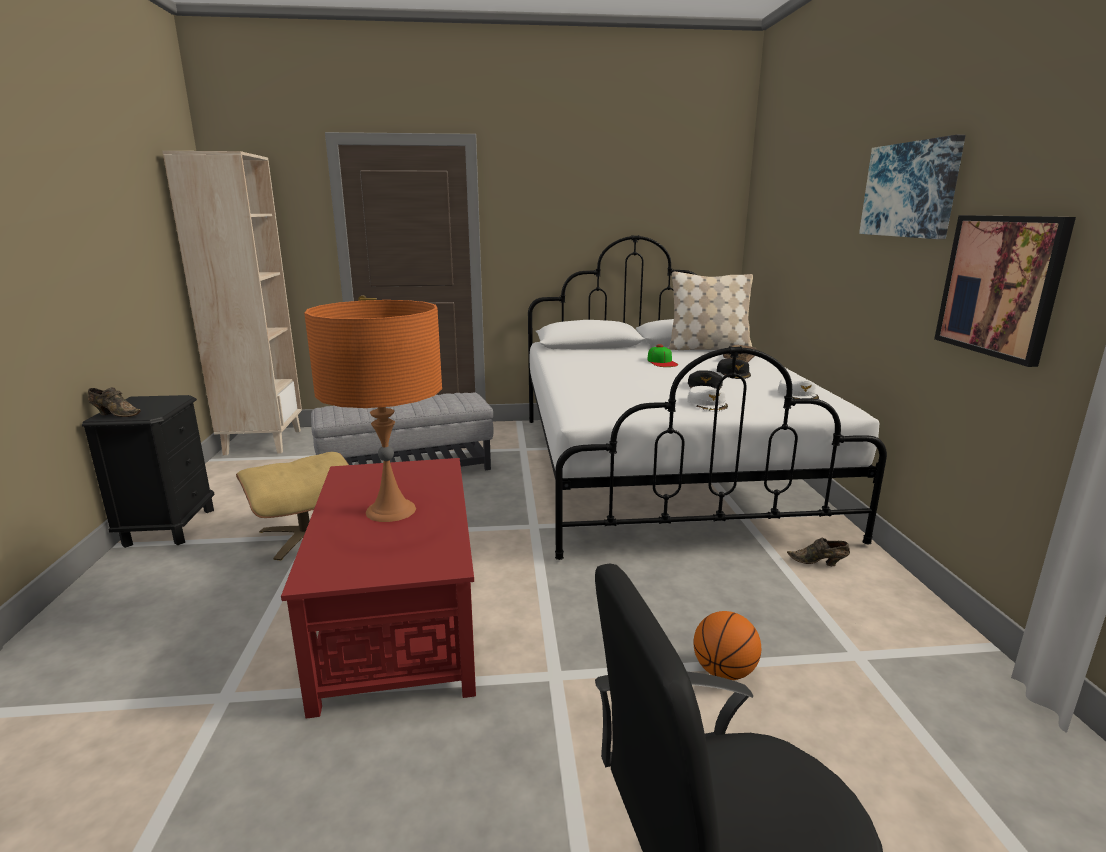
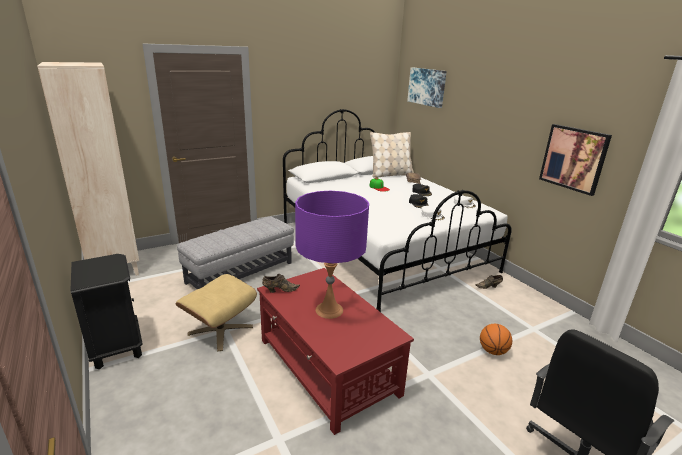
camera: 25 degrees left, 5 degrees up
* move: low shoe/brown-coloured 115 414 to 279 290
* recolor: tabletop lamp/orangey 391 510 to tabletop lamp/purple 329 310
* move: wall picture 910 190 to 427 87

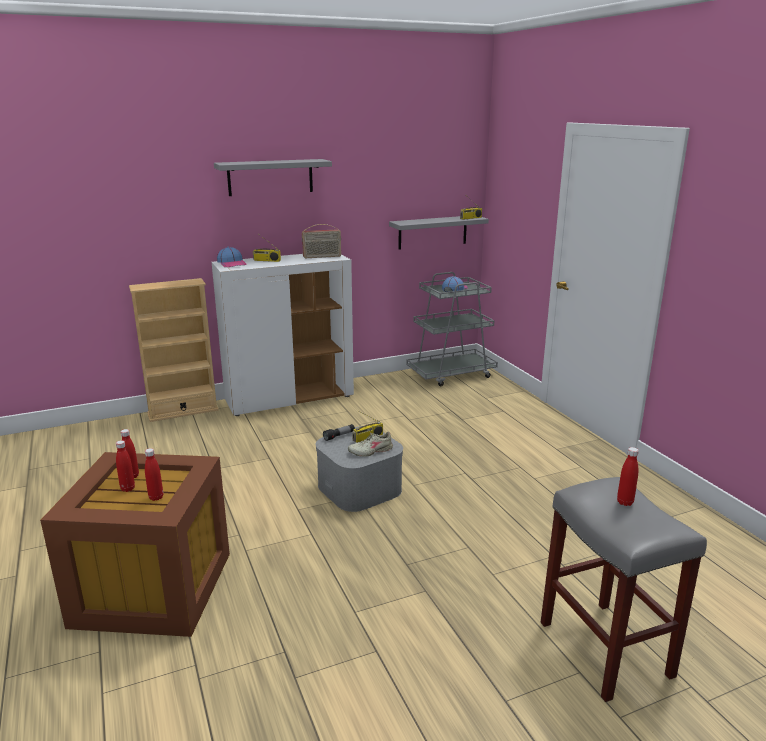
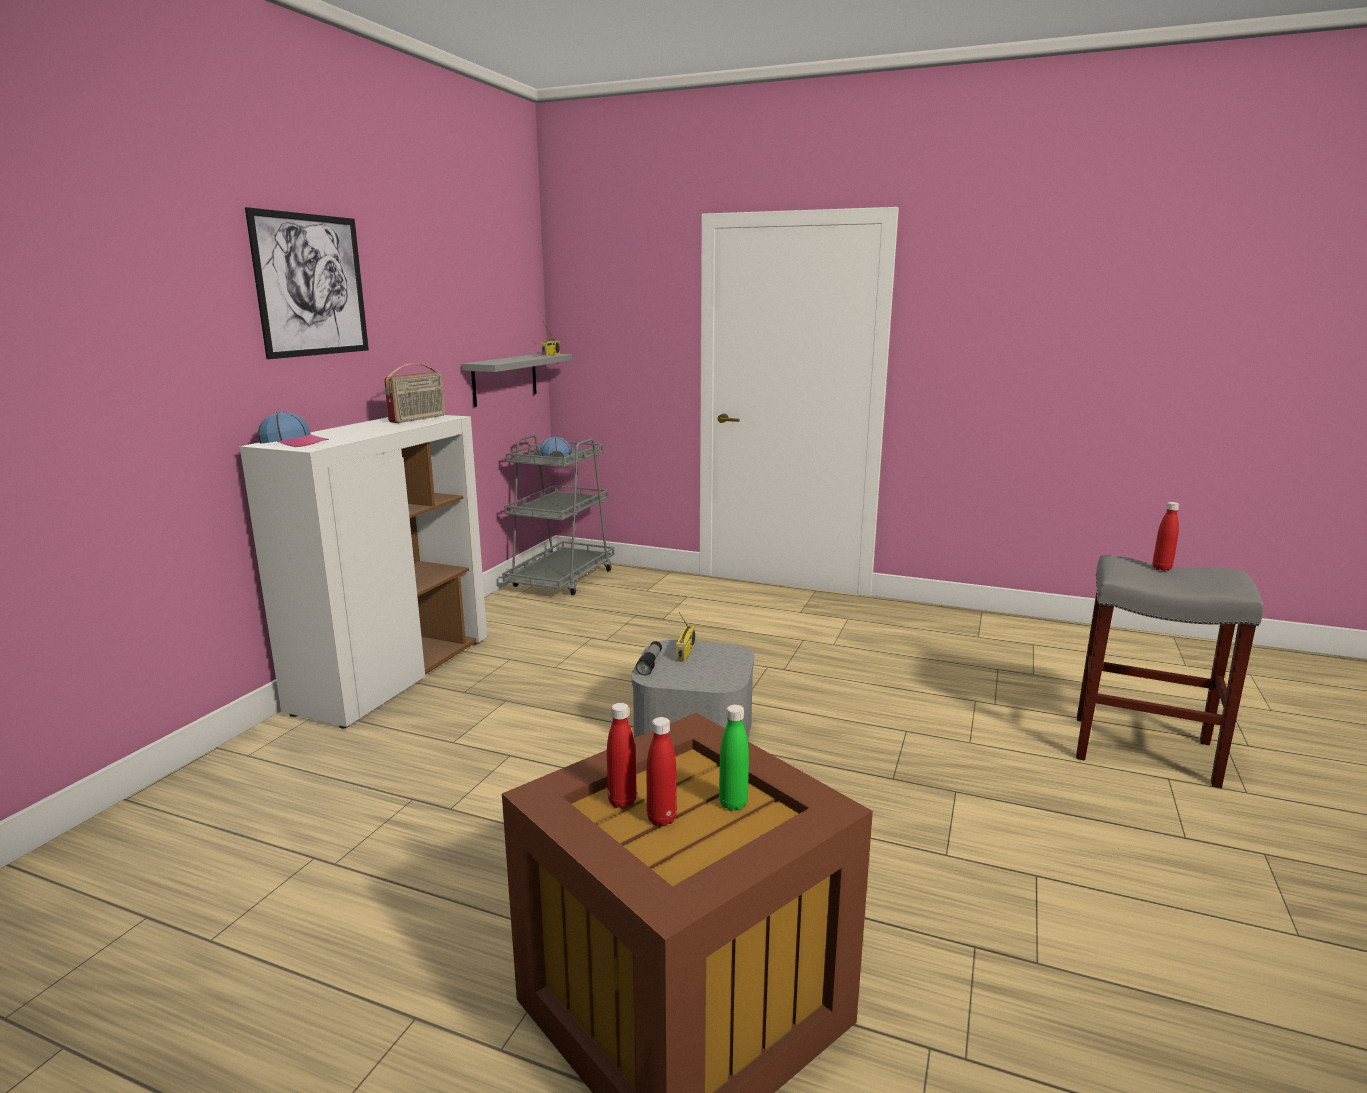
camera: 45 degrees left, 5 degrees down
* replace: wall shelf/greyish 270 177 to wall picture 311 285
* recolor: beverage bottle/reddish 156 497 to beverage bottle/green 733 804
* delete: bookcase/beige 183 411
* delete: radio set 266 260
* delete: low shoe/beige 371 451

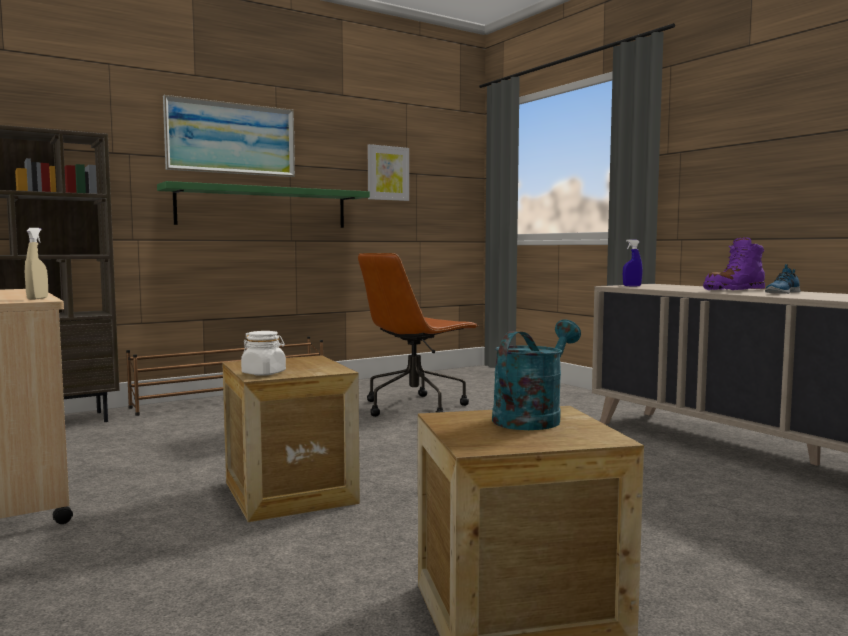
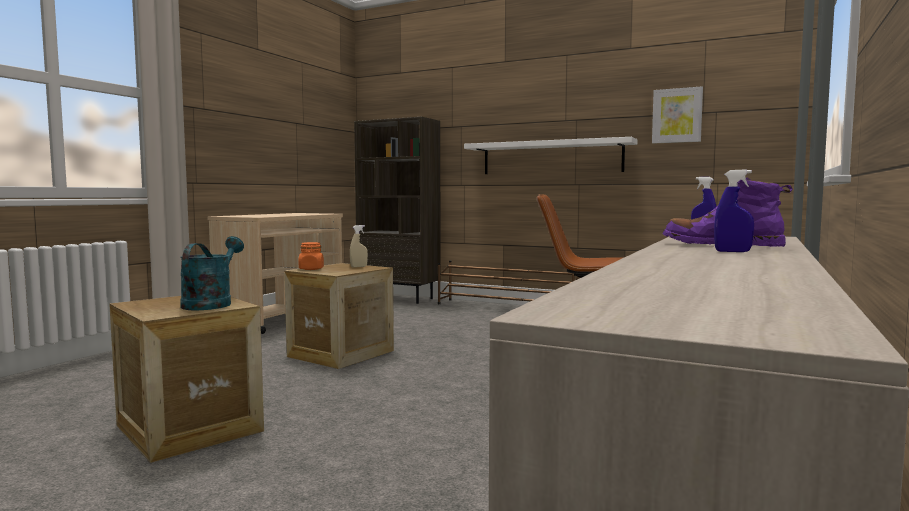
camera: 60 degrees right, 0 degrees up
* rotate: sprinkling can/blue-green 532 418 = 211 303 90 degrees counterclockwise
* recolor: preserve jar/white 264 373 to preserve jar/orangey 311 269
* move: spray bottle/beige 37 298 to 358 267
* recolor: wall shelf/green 263 207 to wall shelf/white 551 157
* replace: low shoe 781 292 to spray bottle/bluish 732 251
* delete: wall picture 231 138

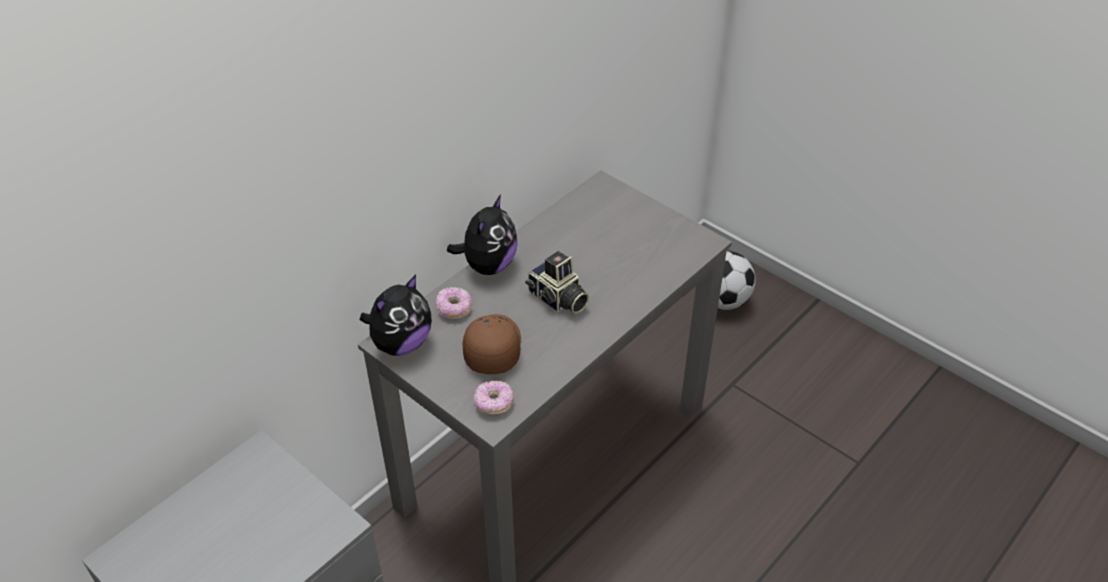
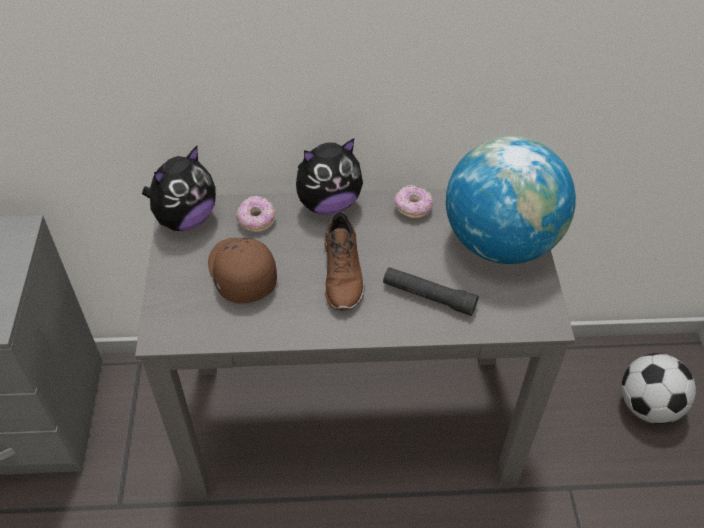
camera: 45 degrees right, 5 degrees up
* rotate: plush toy 401 343 = 185 219 45 degrees counterclockwise
* rotate: cap/brown-coloured 492 348 = 240 274 75 degrees counterclockwise
* replace: photo camera 557 299 to low shoe/brown-coloured 343 273
* insert: hand torch/black 428 296
* move: donut 494 404 to 413 208
* insert: desk globe 500 242

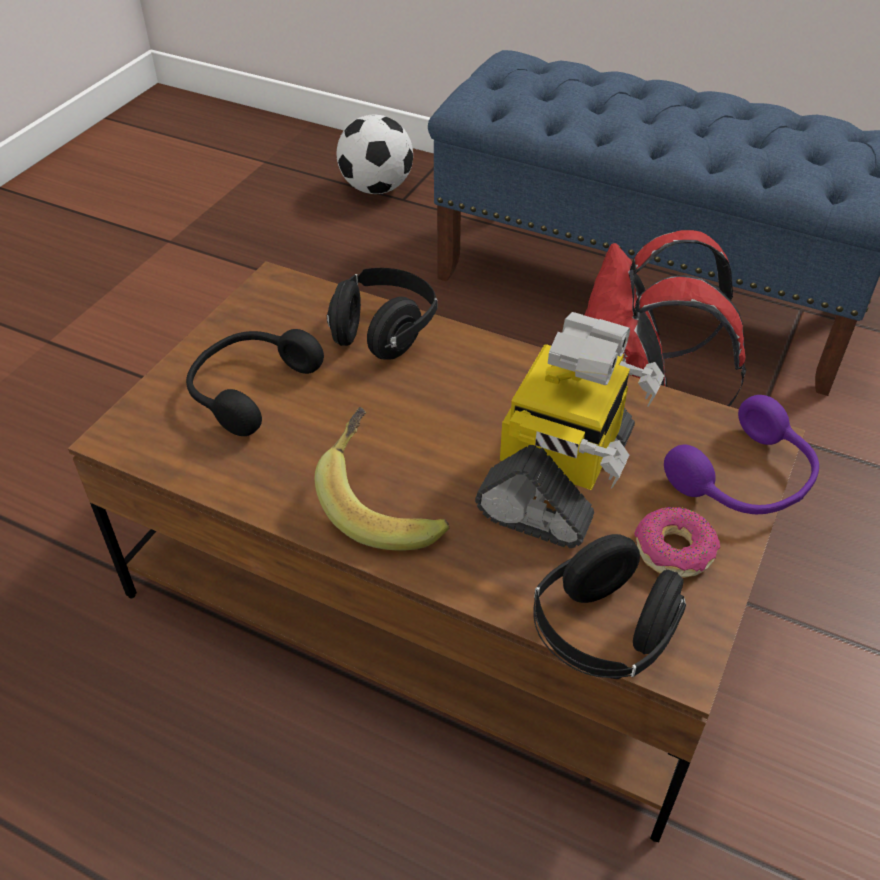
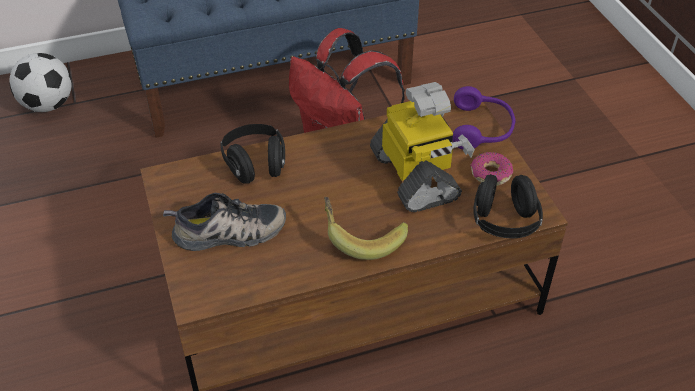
camera: 45 degrees left, 0 degrees up
* replace: headset/black 249 389 to low shoe 229 234

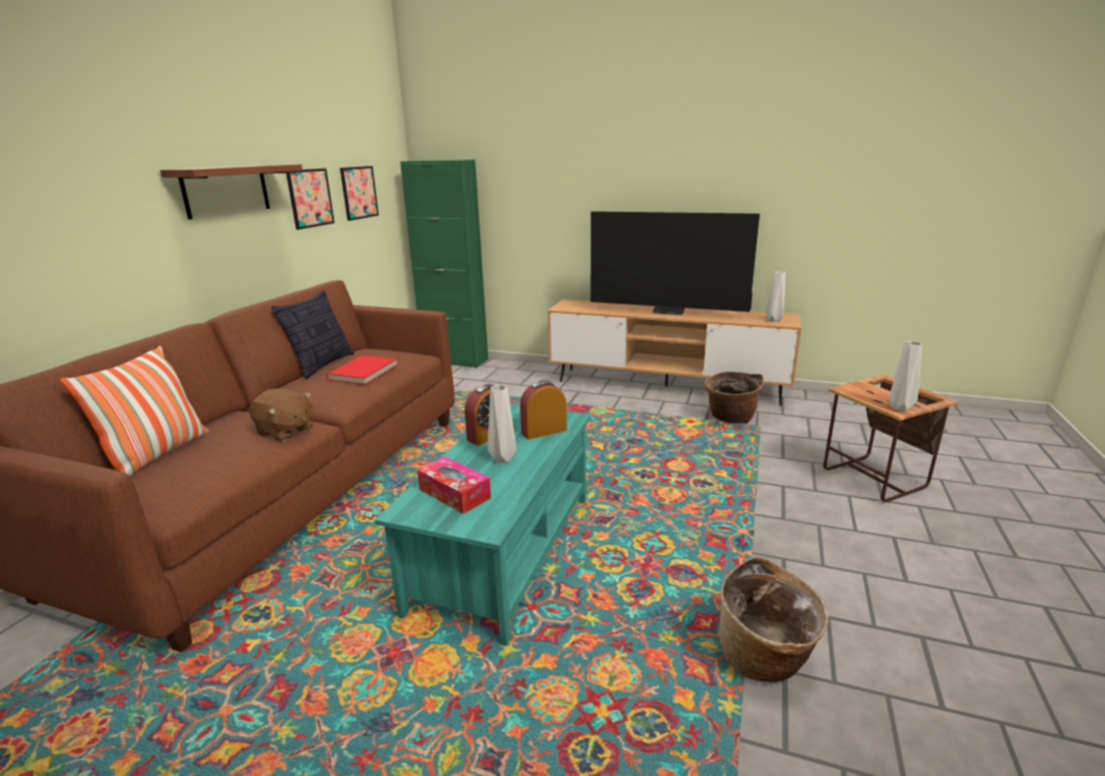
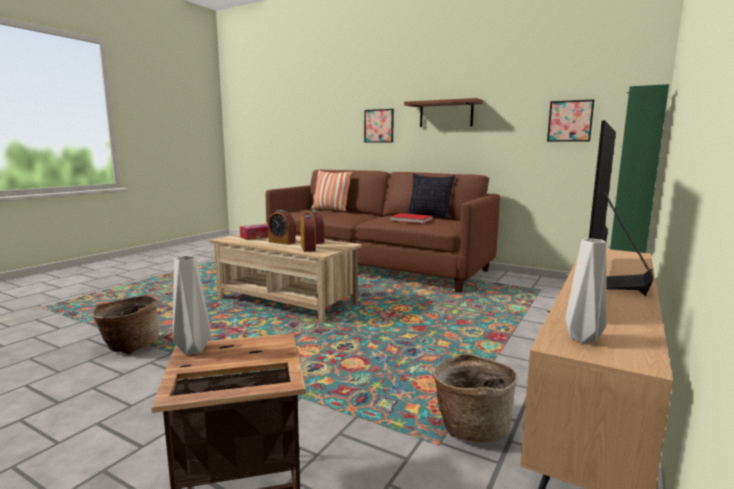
camera: 100 degrees right, 10 degrees down
* recolor: lounge table/blue-green 504 551 to lounge table/beige 287 301
* replace: vase/greyish 504 459 to alarm clock 282 242
* move: wall picture 310 198 to 379 126
* delete: plush toy/brown-coloured 285 432

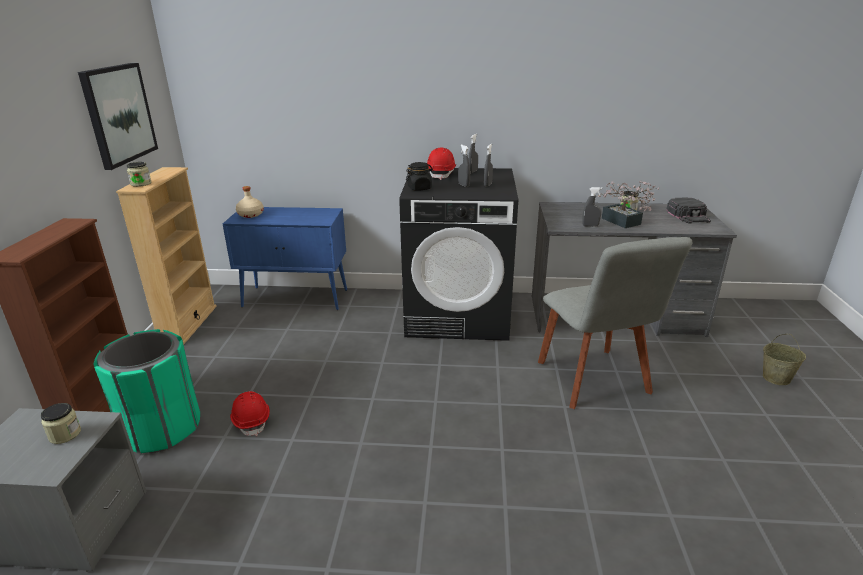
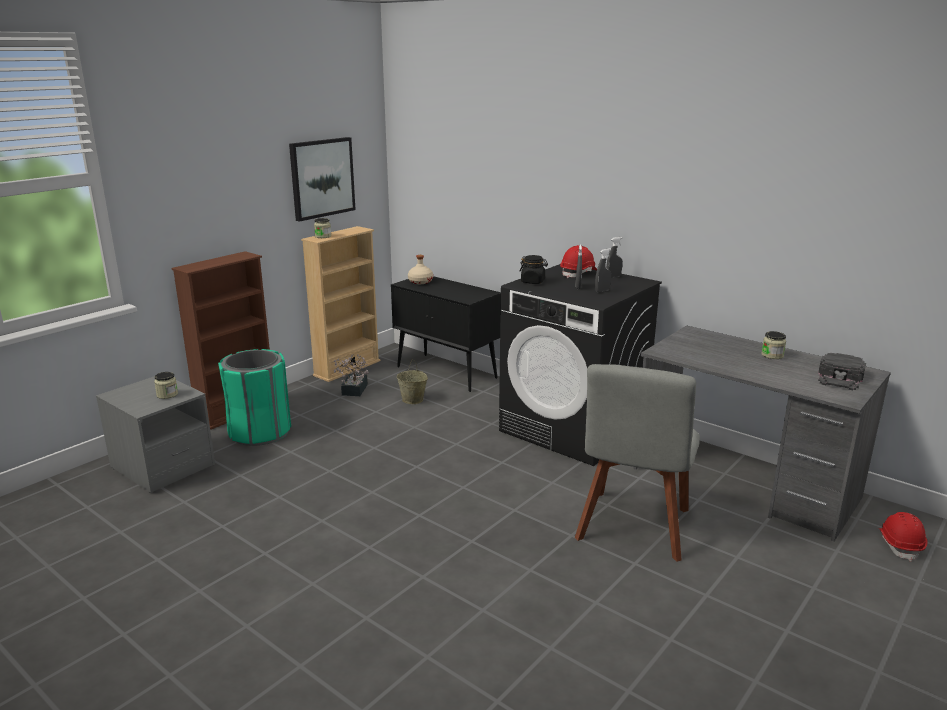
camera: 35 degrees right, 5 degrees down
* move: houseplant 624 223 to 353 391
* recolor: cupboard/bluish 296 298 to cupboard/black 447 372
* move: pail/beige 776 378 to 413 400
* move: safety helmet/reddish 252 420 to 900 544
* delete: spray bottle/greyish 590 226

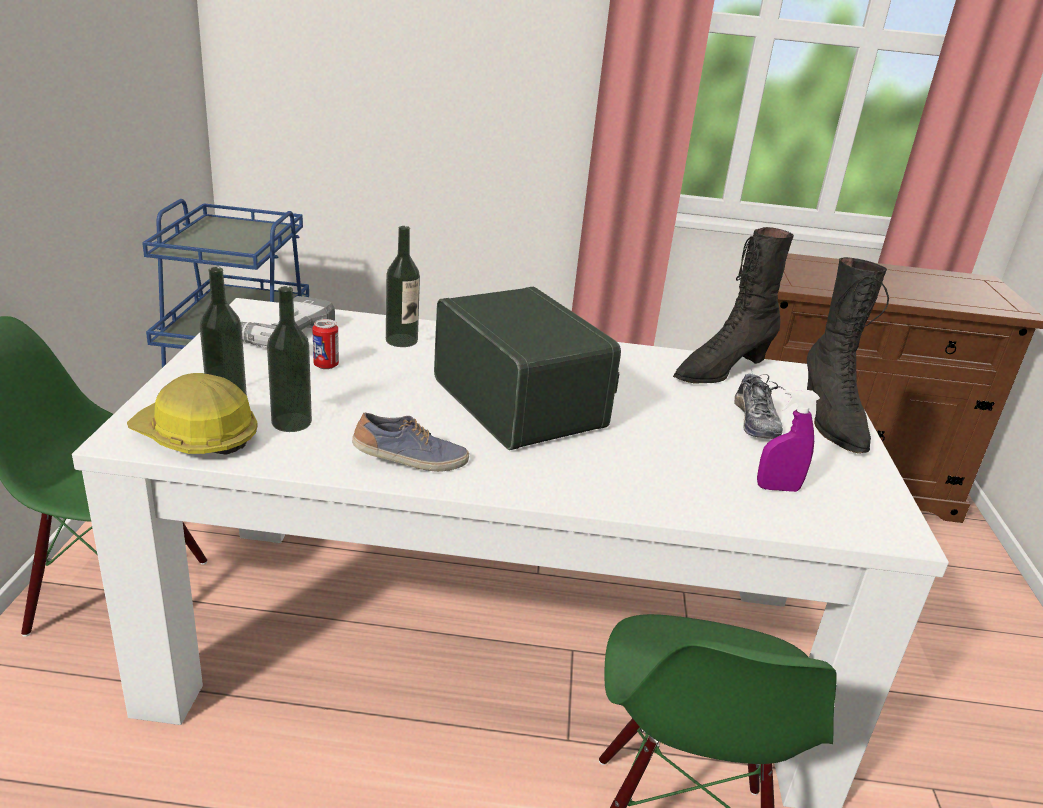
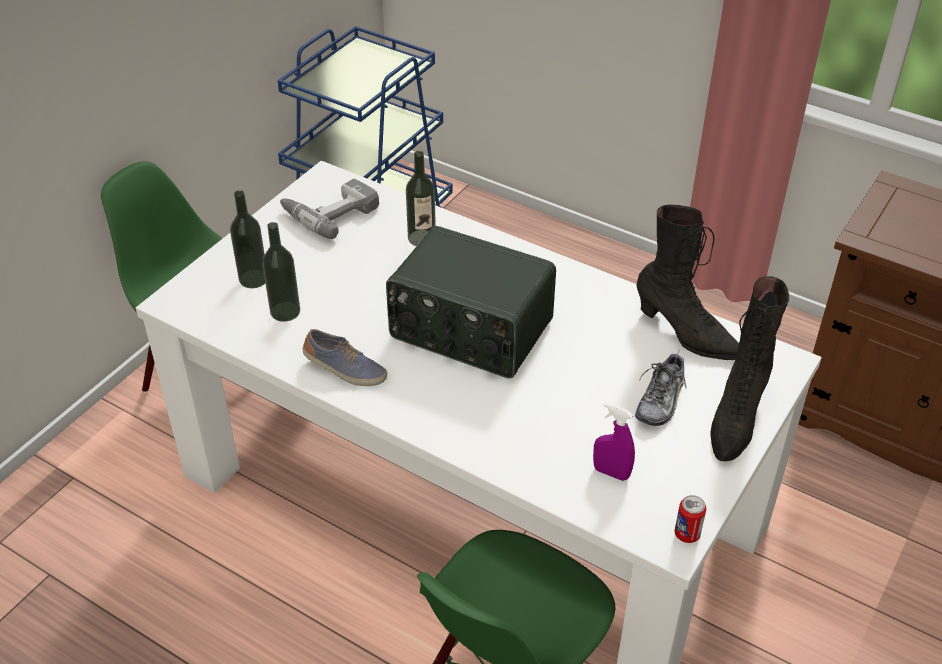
camera: 30 degrees right, 15 degrees up
* rotate: radio set 521 402 = 470 331 120 degrees clockwise
* rotate: boot/black 720 371 = 685 334 135 degrees counterclockwise
* move: sealed can 326 365 to 687 534
* delete: safety helmet 196 437

